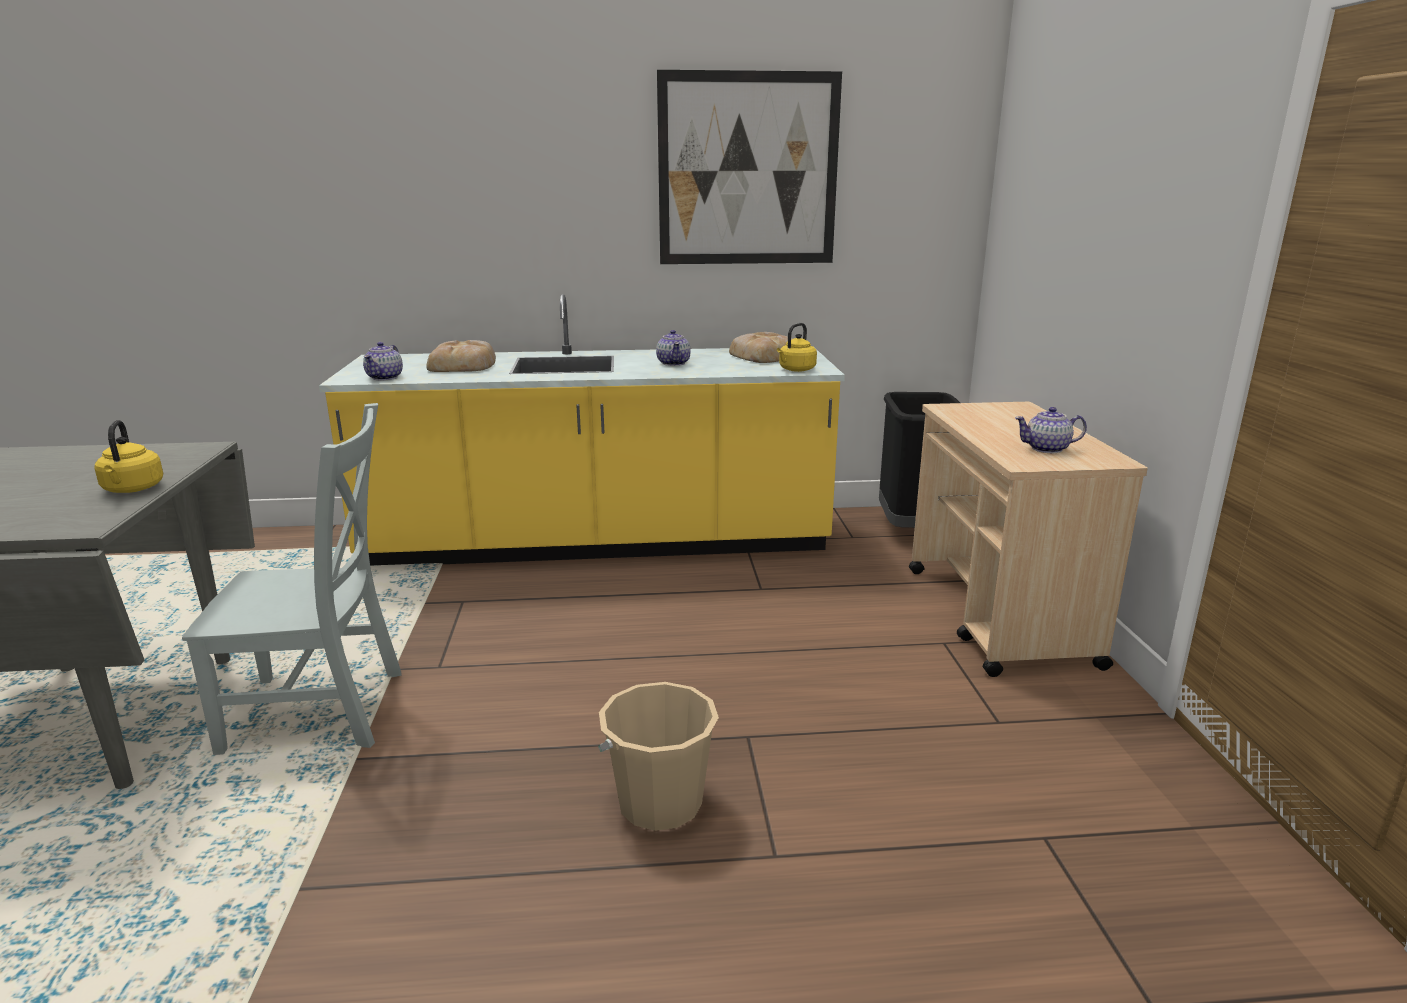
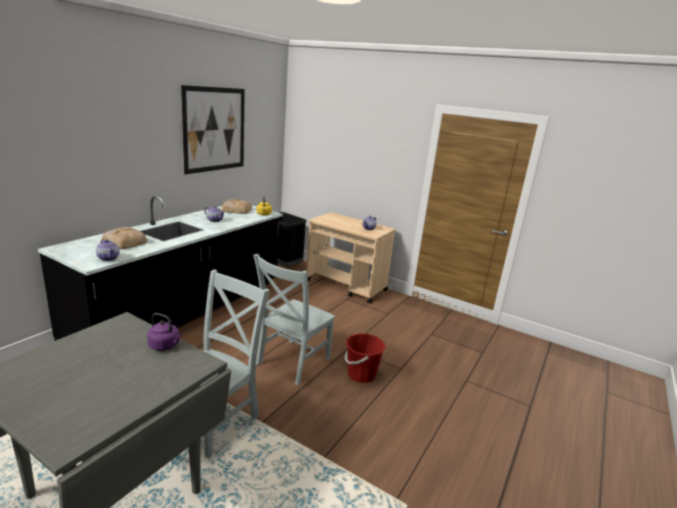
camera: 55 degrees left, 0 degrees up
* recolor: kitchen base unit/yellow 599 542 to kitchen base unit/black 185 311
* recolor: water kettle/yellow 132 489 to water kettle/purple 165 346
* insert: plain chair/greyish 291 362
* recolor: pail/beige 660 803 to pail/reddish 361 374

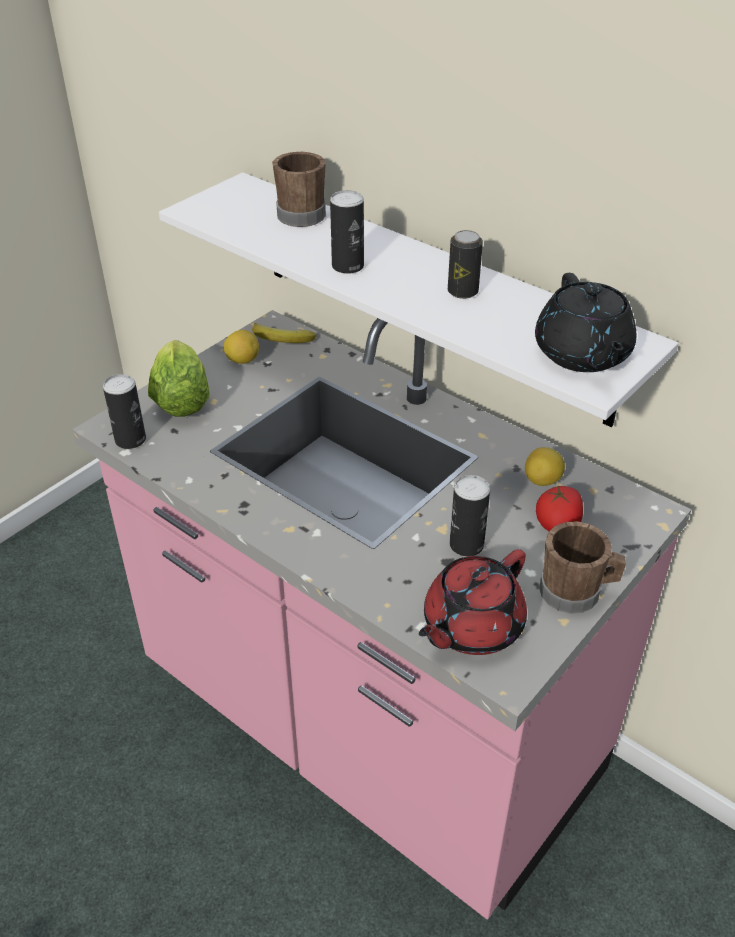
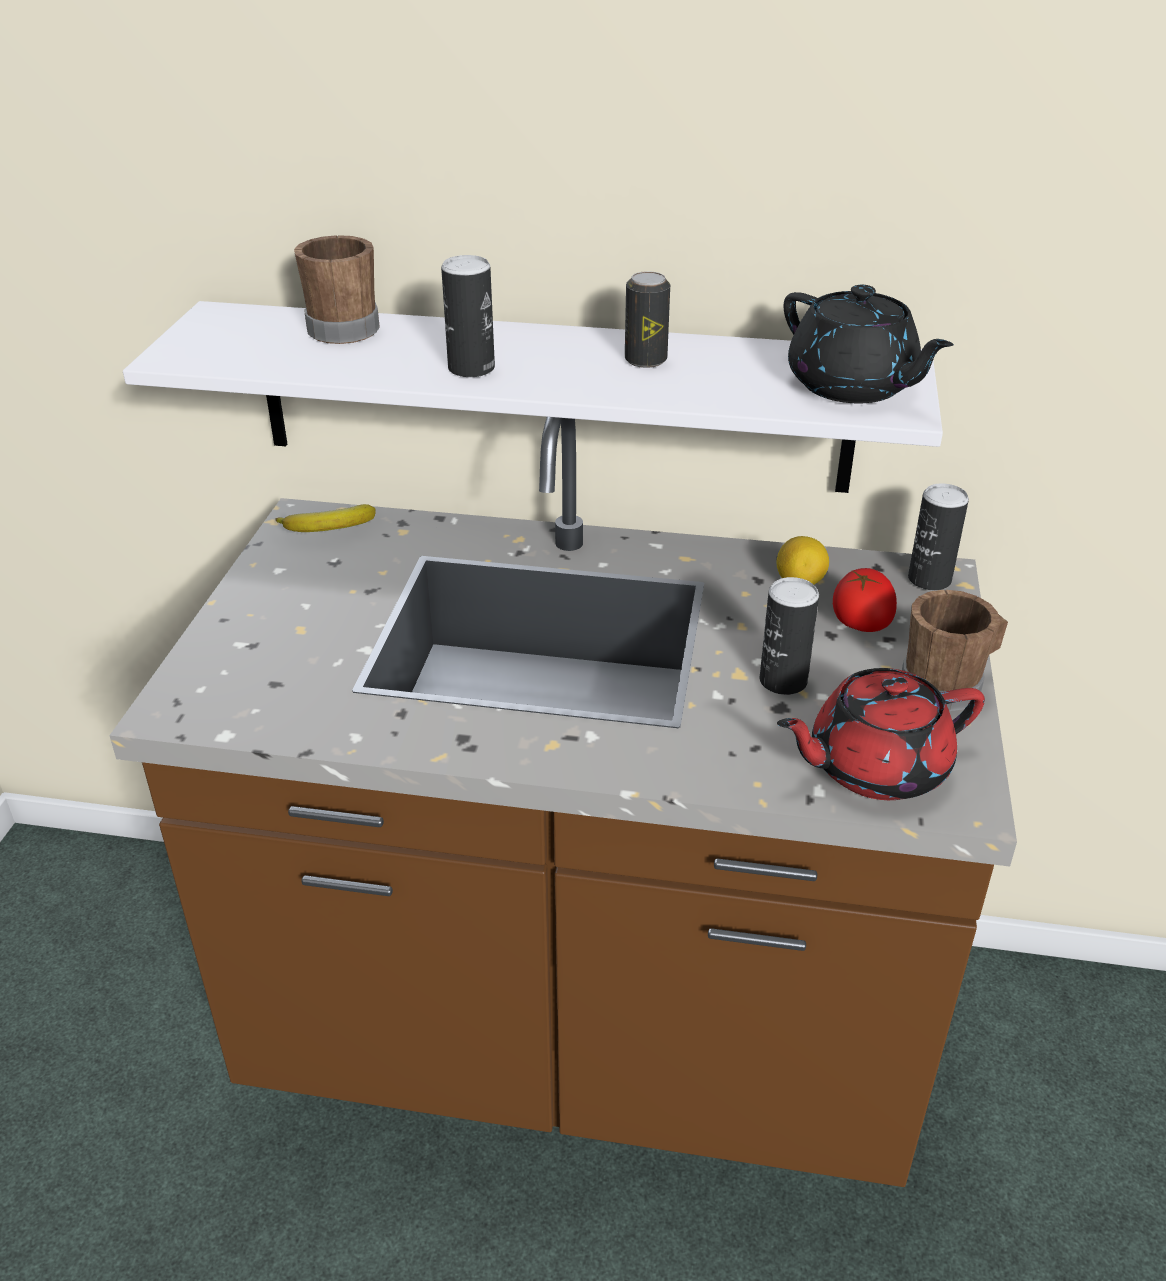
camera: 30 degrees left, 5 degrees down
* recolor: kitchen base unit/pinkish 367 725 to kitchen base unit/brown-coloured 583 1038
* rotate: tea pot/reddish 471 626 = 874 767 60 degrees clockwise
* move: sealed can 130 440 to 929 579
* delete: lettuce 181 397
* delete: whole lemon 242 360

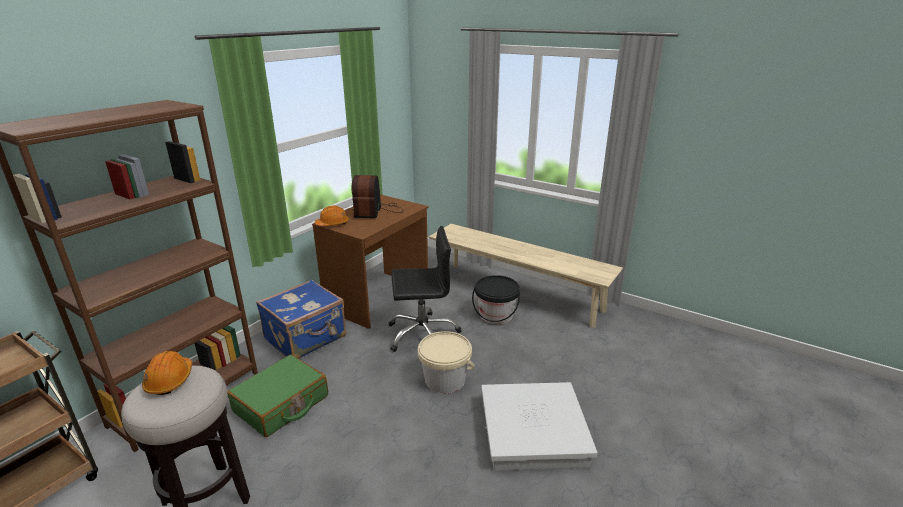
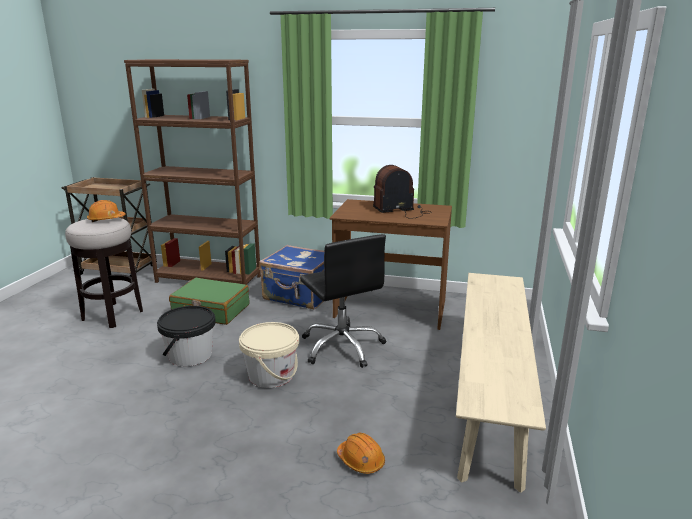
camera: 70 degrees right, 5 degrees down
* move: pail/black 496 315 to 190 355
* move: safety helmet/orangey 332 224 to 361 461
* delete: storage bin/white 533 432

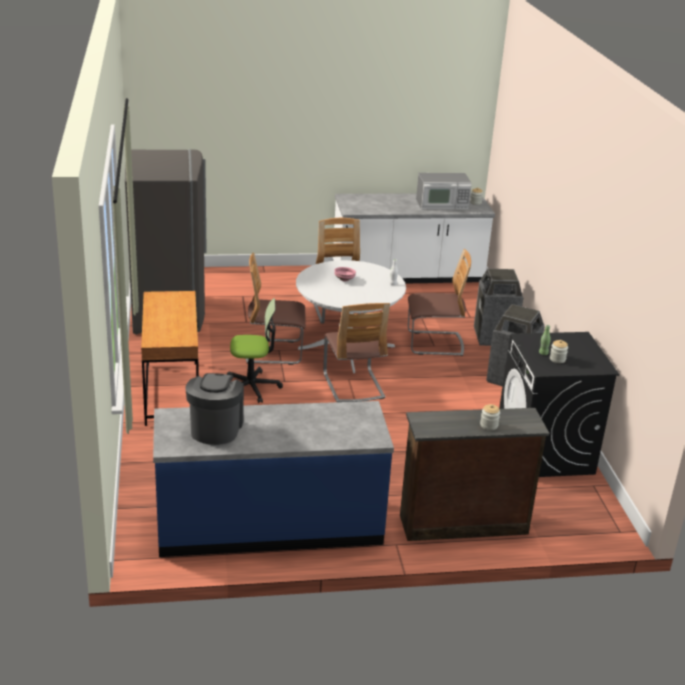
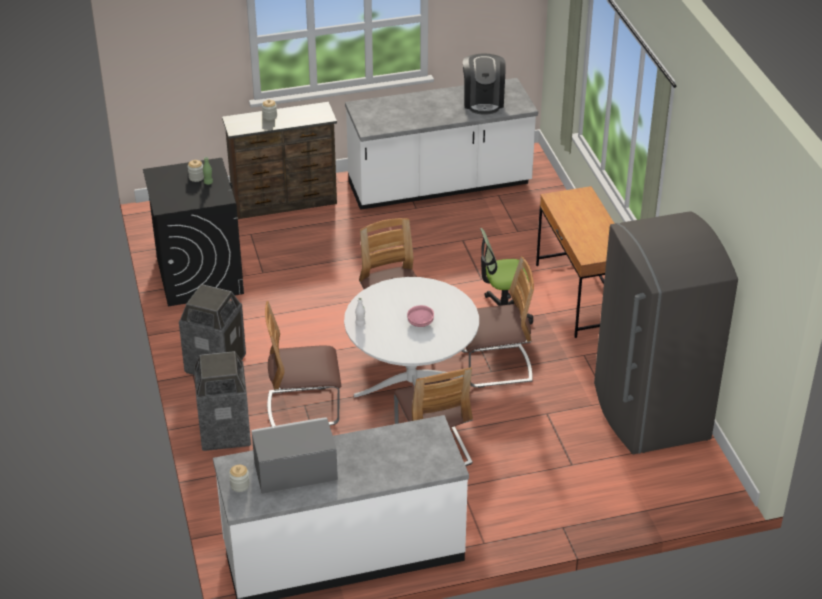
camera: 175 degrees right, 10 degrees up
* recolor: kitchen base unit/bluish 269 524 to kitchen base unit/white 440 186

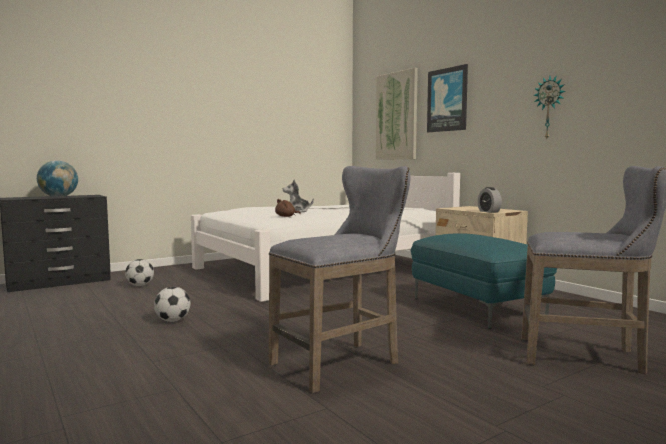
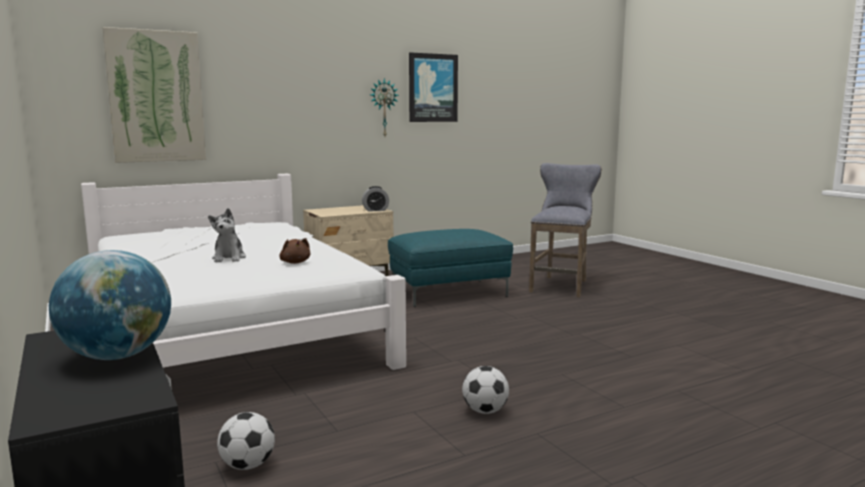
camera: 85 degrees left, 5 degrees up
* move: wall picture 447 100 to 432 88
* delete: stool seat/greyish 342 363

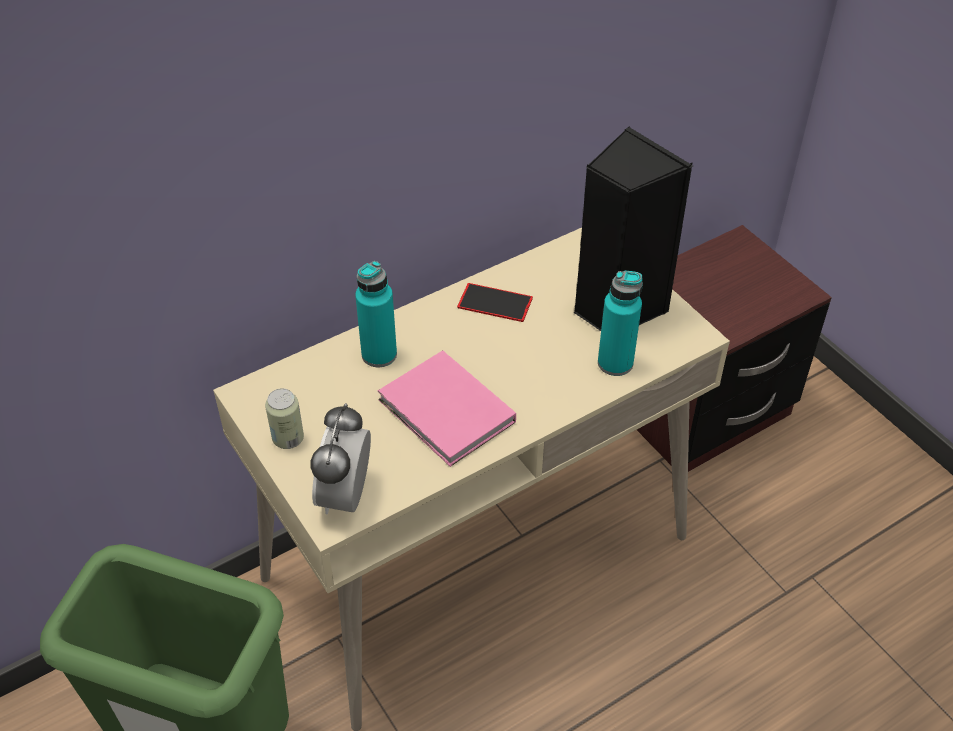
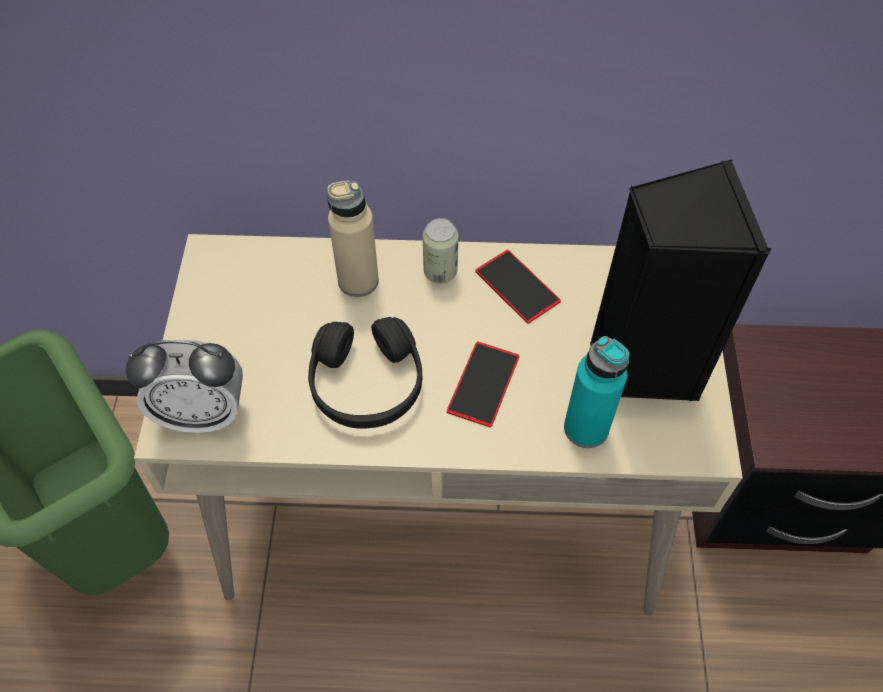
camera: 35 degrees right, 10 degrees up
* rotate: alarm clock 346 496 = 203 414 135 degrees counterclockwise
* replace: volume/pinkish 447 414 to headset/black 367 383
* recolor: beverage bottle/blue-green 379 355 to beverage bottle/beige 358 281
* move: sealed can 288 438 to 440 272
* insert: handset 483 384

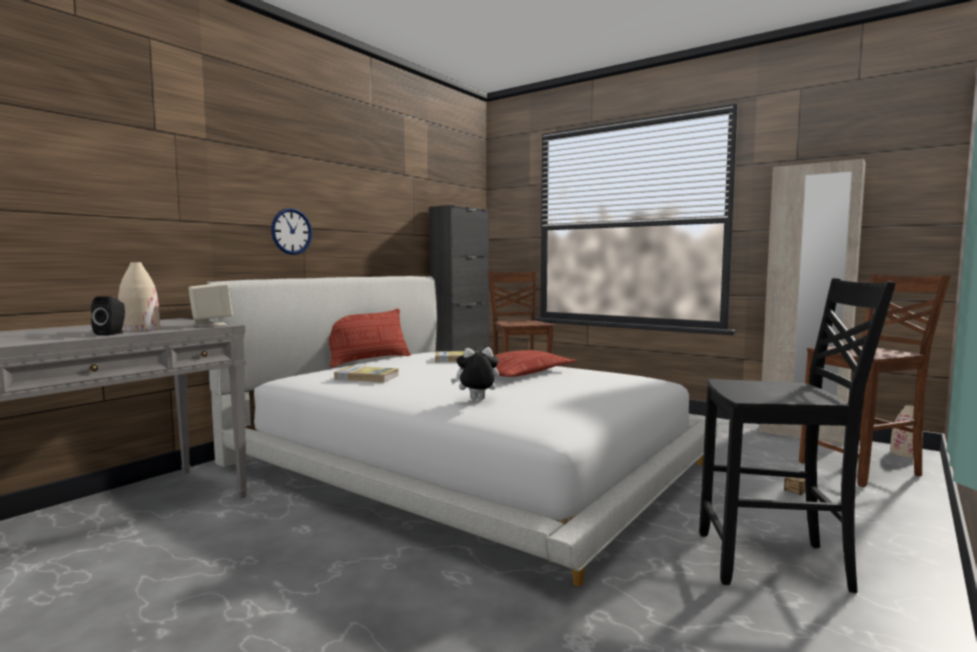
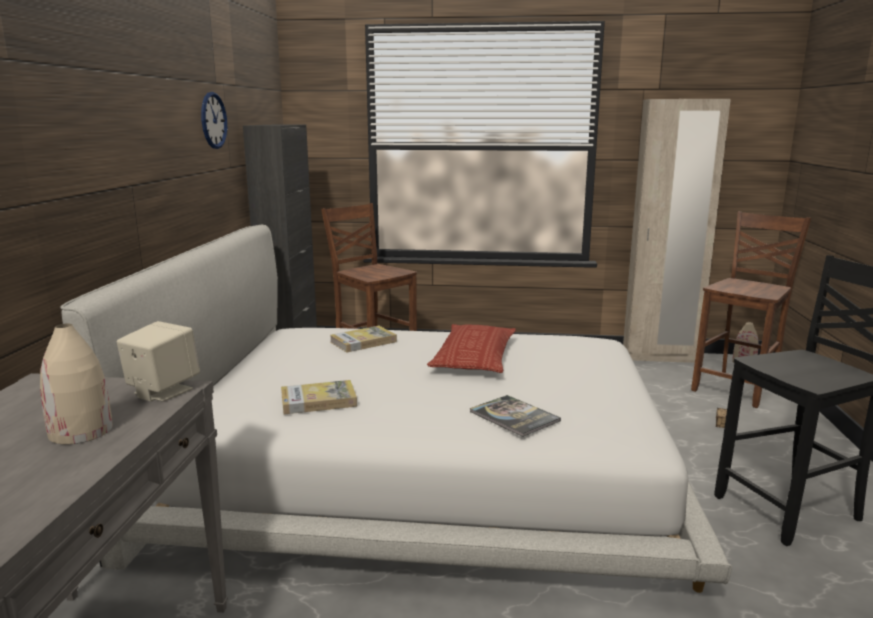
camera: 30 degrees left, 10 degrees up
* move: wall clock 291 231 to 213 120
* replace: plush toy 476 400 to volume 514 416
* delete: loudspeaker/black 112 333
* delete: pillow 368 360

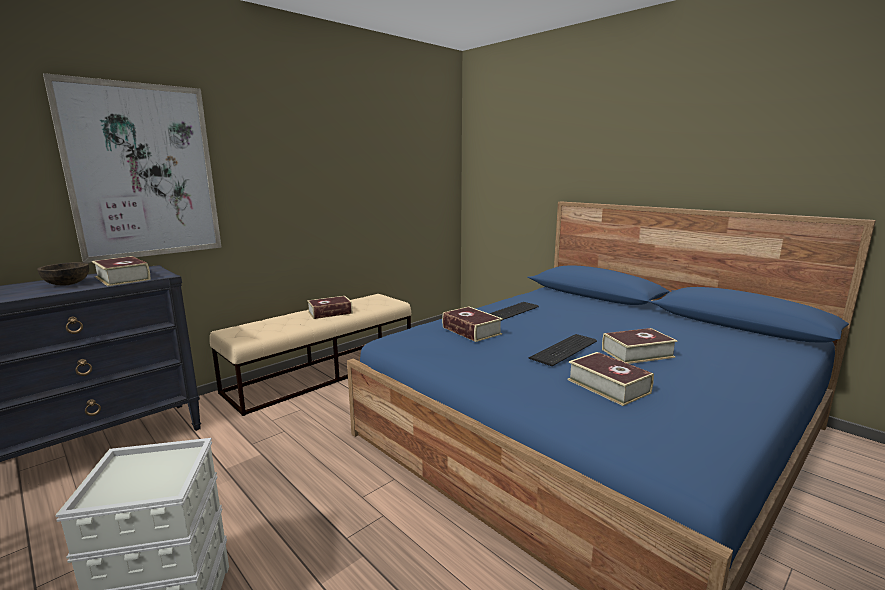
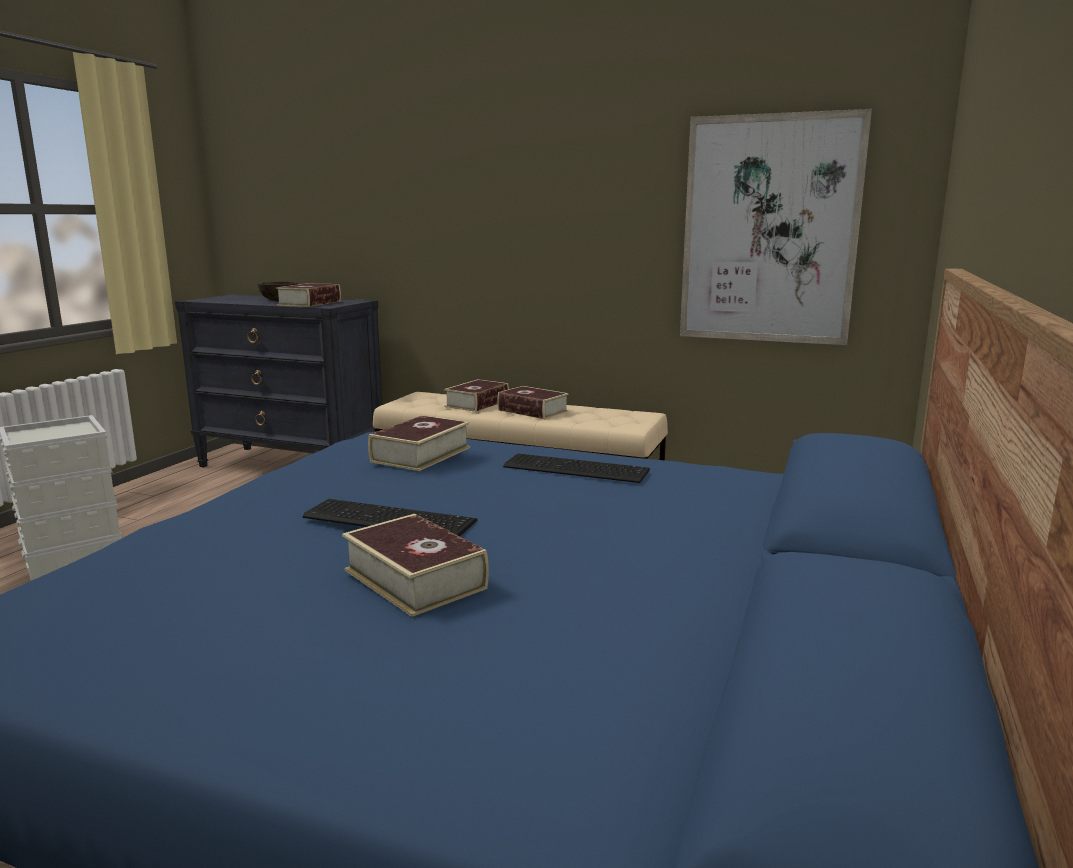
camera: 65 degrees right, 0 degrees up
* move: volume 608 386 to 477 403
* move: wall picture 143 172 to 769 230

